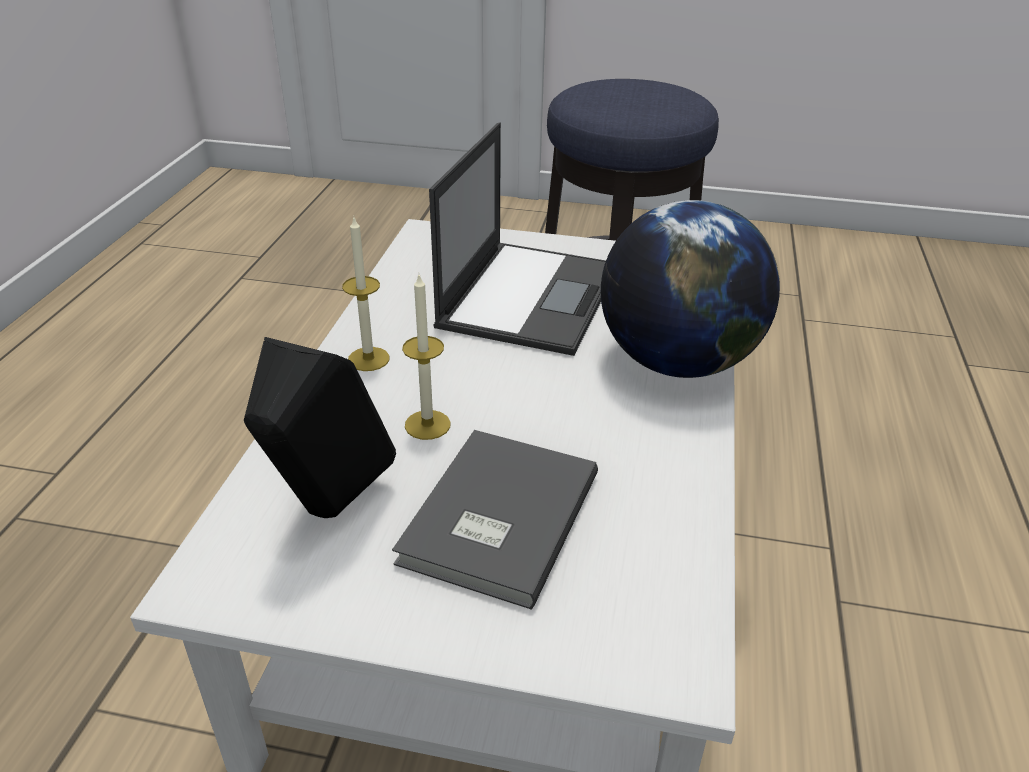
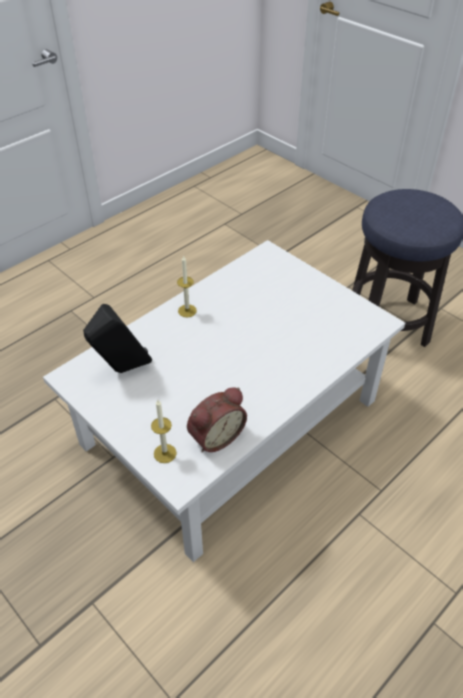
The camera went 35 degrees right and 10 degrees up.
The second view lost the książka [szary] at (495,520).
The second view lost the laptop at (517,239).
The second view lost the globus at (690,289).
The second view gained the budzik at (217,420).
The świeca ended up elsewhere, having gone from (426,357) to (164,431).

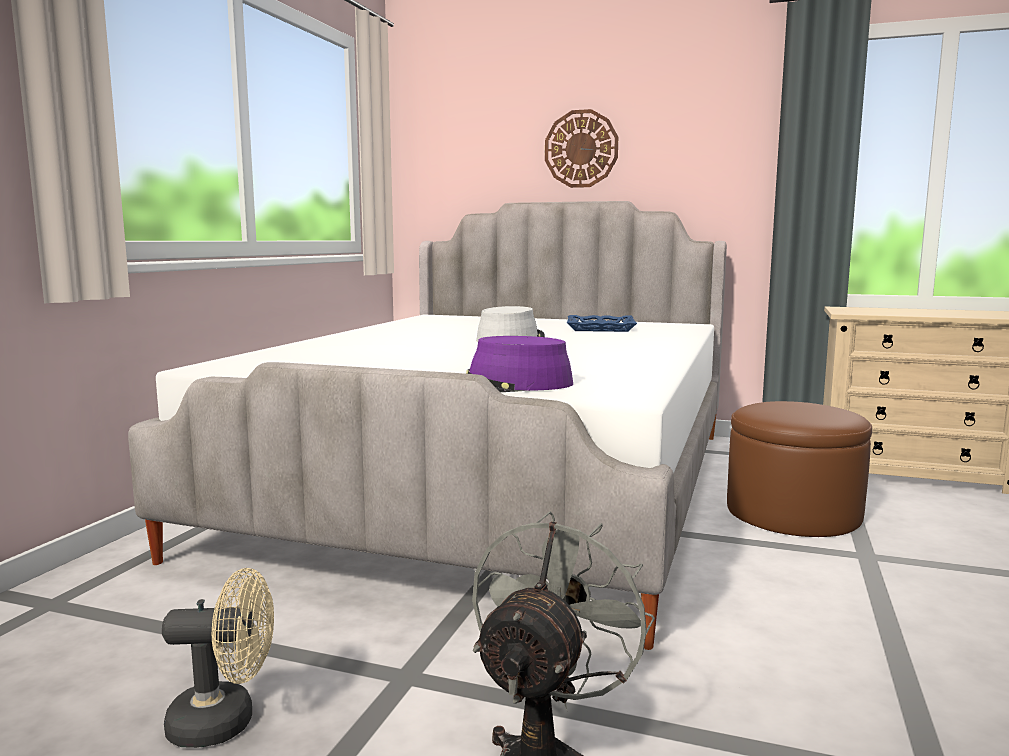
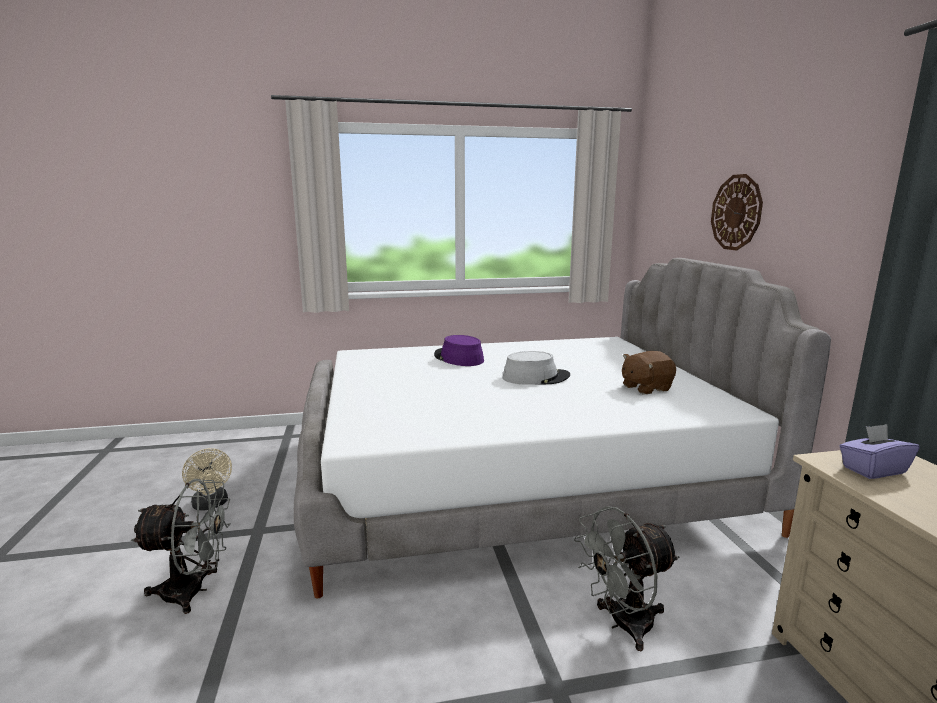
The camera went 60 degrees right and 5 degrees up.
The second view gained the pudełko chusteczek [fioletowy] at (879,451).
The kapelusz [fioletowy] ended up elsewhere, having gone from (519,364) to (459,350).
Where the taca [niebieski] stood at (602,323), the pluszak [brązowy] came to stand at (649,372).
Where the pufa [brązowy] stood at (799,469), the wentylator [szary] came to stand at (627,578).

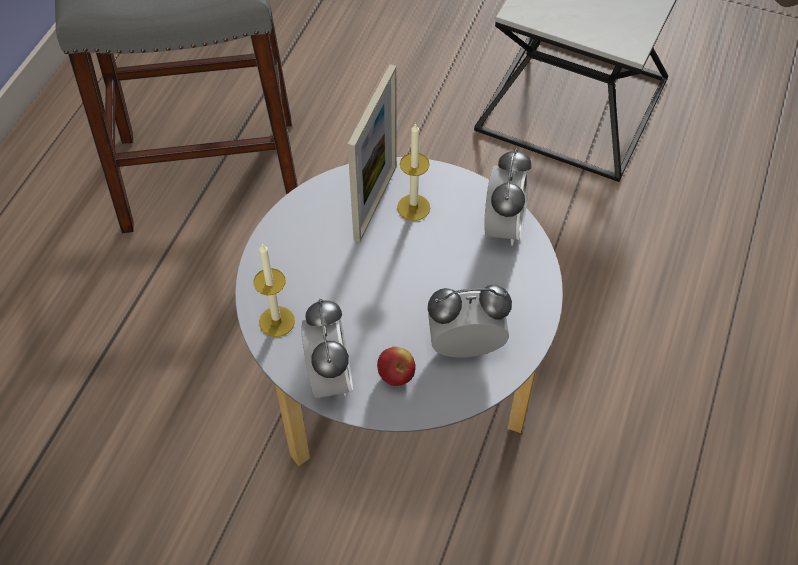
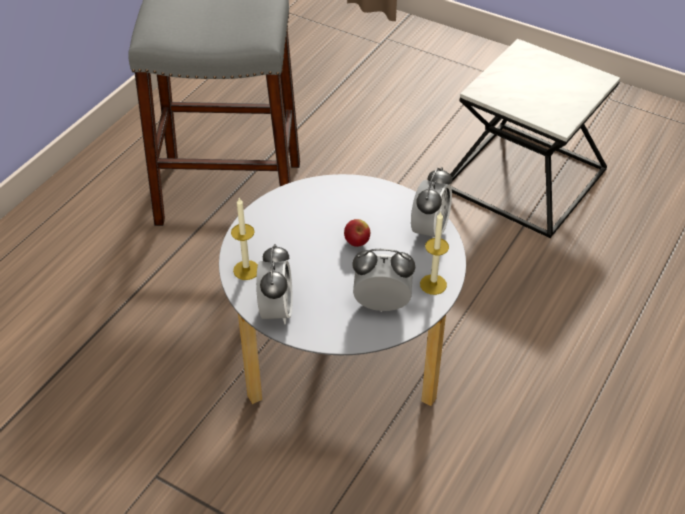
The camera went 10 degrees right and 10 degrees down.
The second view lost the ramka na zdjęcie at (372,153).
The jabłko ended up elsewhere, having gone from (396,366) to (357,233).
The świeca ended up elsewhere, having gone from (413,172) to (434,253).

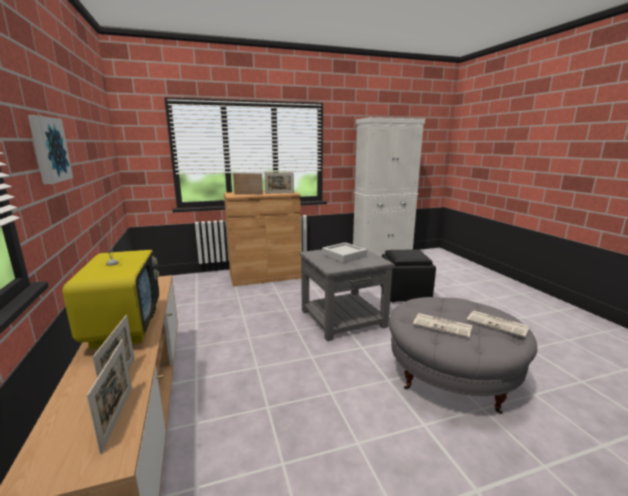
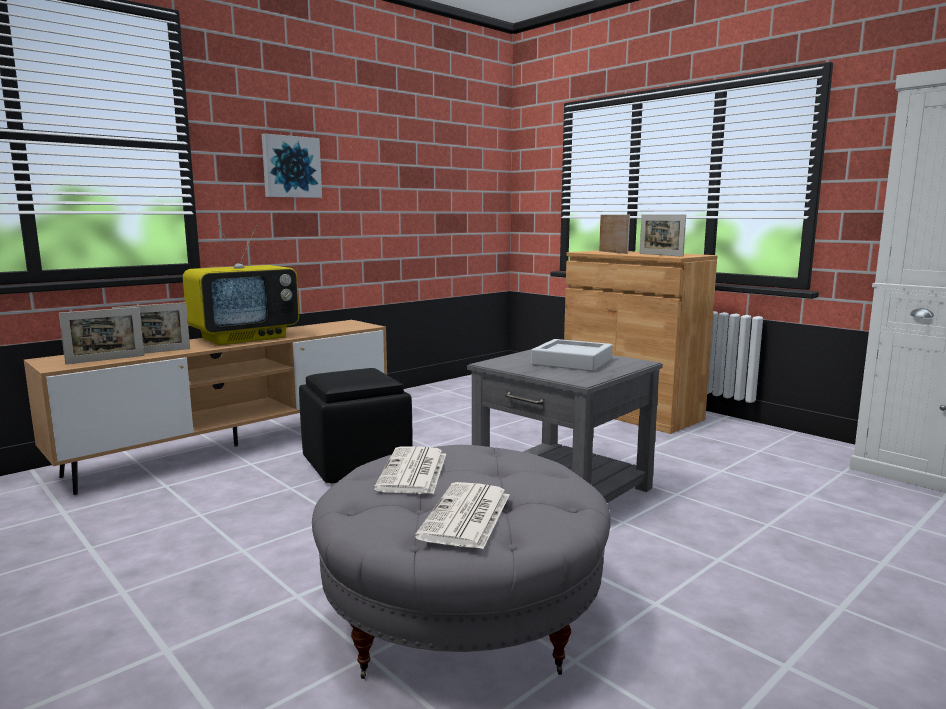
The camera went 65 degrees right and 5 degrees down.
The pufa [czarny] ended up elsewhere, having gone from (408,275) to (356,425).

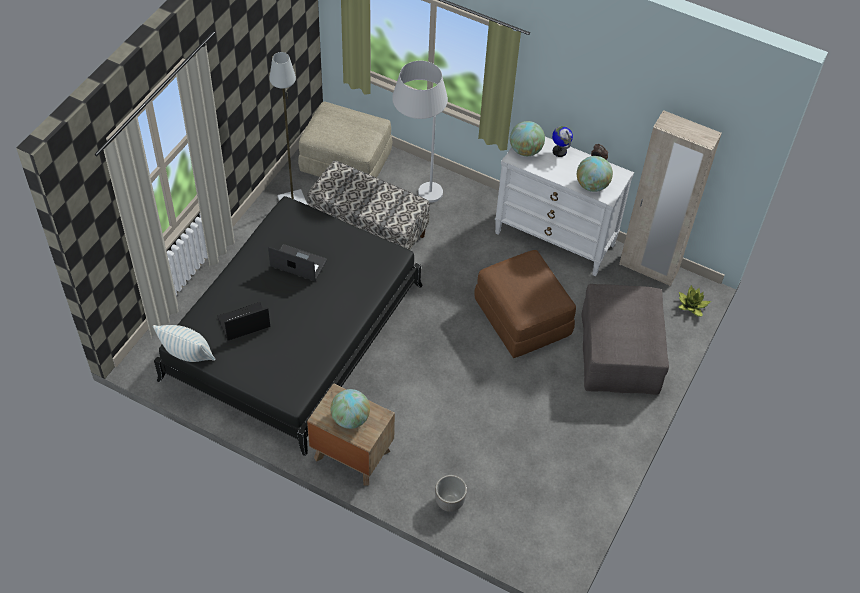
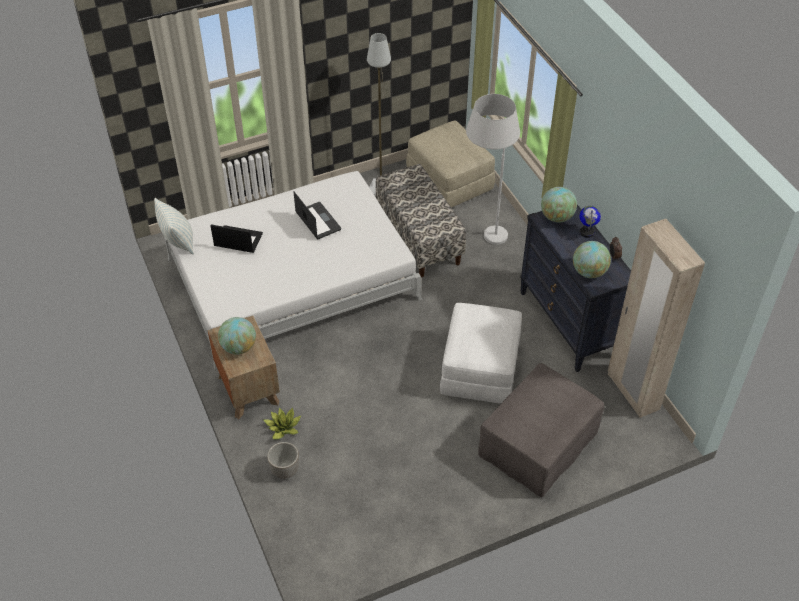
The camera went 40 degrees right and 5 degrees down.
The roślina doniczkowa ended up elsewhere, having gone from (694,301) to (282,424).
What was the łóżko [czarny] at (288,326) turned into the łóżko [biały] at (293,270).
What was the pufa [brązowy] at (525,304) turned into the pufa [biały] at (481,353).
What was the komoda [biały] at (564,207) turned into the komoda [czarny] at (575,288).

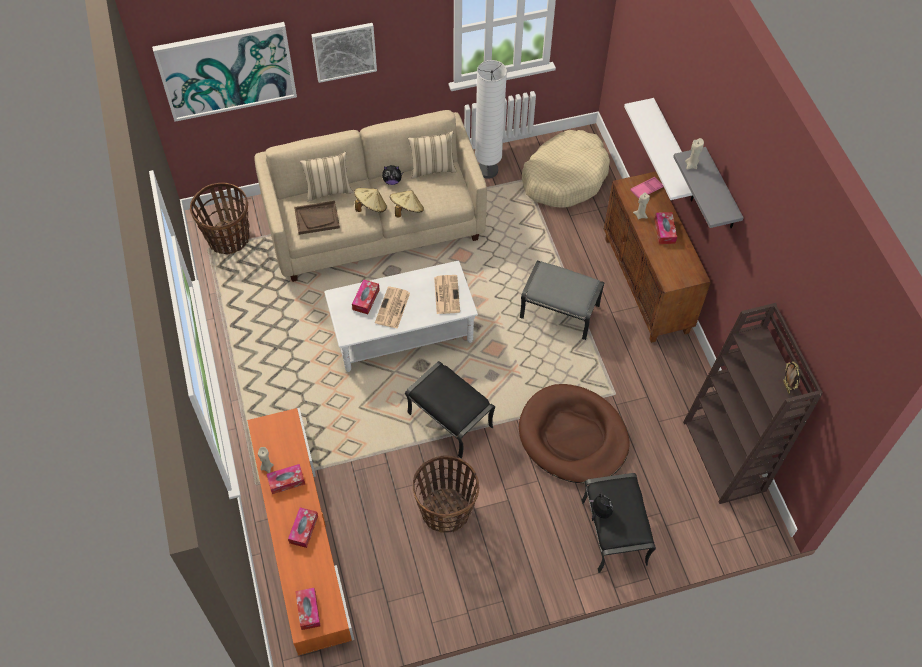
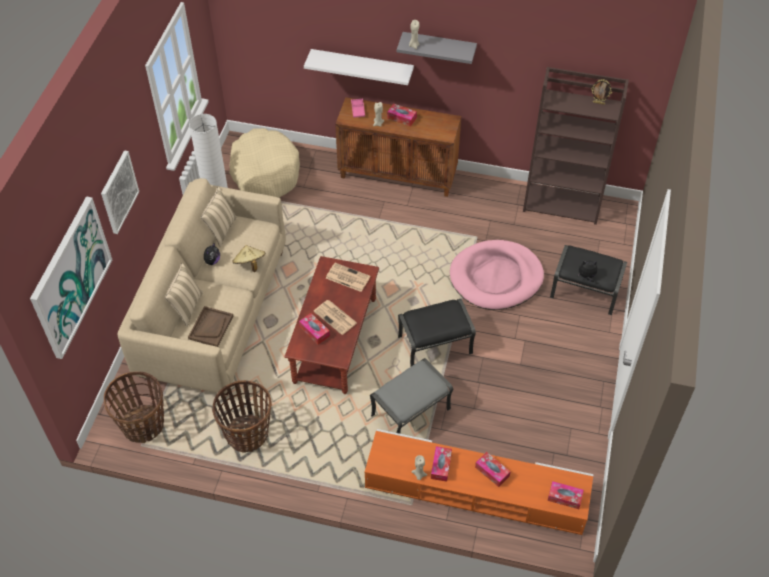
The camera went 60 degrees left and 5 degrees down.
The second view lost the kapelusz [beżowy] at (370,200).
The koszyk ended up elsewhere, having gone from (446,494) to (242,416).
The pufa [szary] ended up elsewhere, having gone from (562,300) to (411,396).
What was the ława [biały] at (401,316) turned into the ława [brązowy] at (331,325).
What was the legowisko [brązowy] at (574,433) turned into the legowisko [różowy] at (497,275).

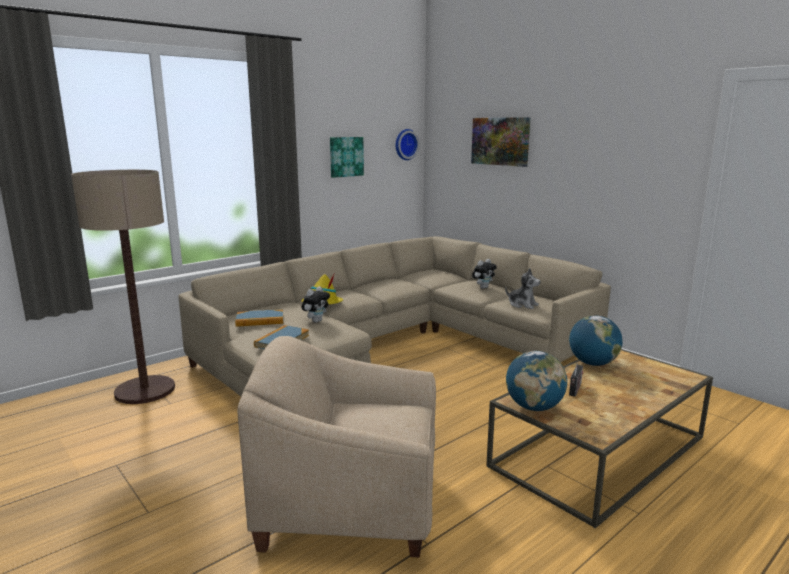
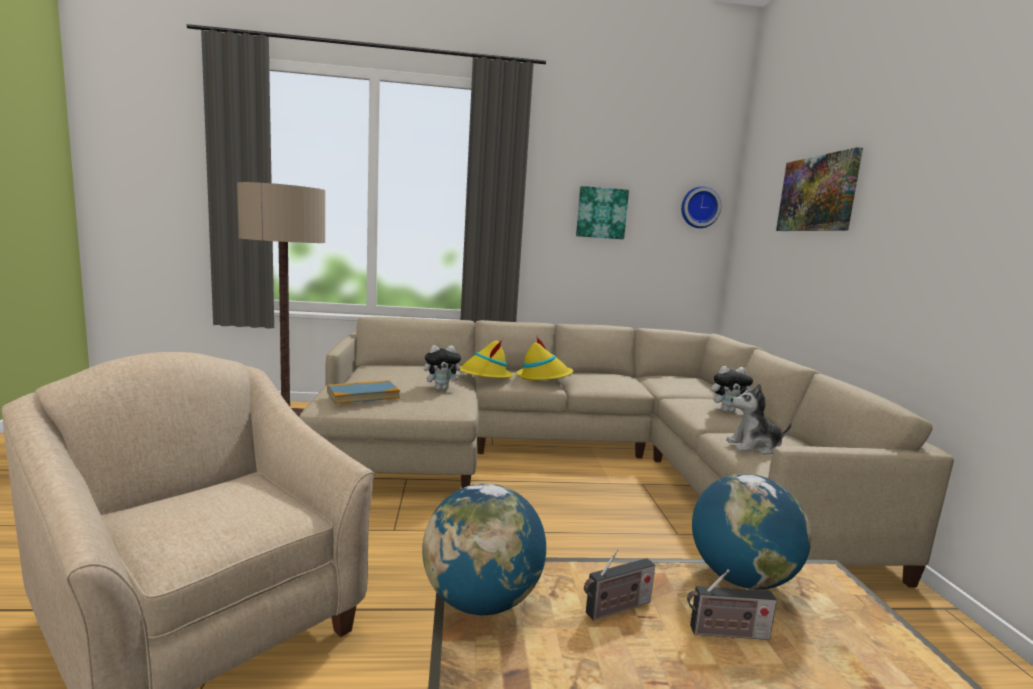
The camera went 35 degrees right and 5 degrees down.
The second view lost the książka at (259,318).
The second view gained the kapelusz [żółty] at (544,358).
The second view gained the radio at (732,604).
The pluszak at (523,288) ended up facing another way, 105 degrees clockwise from before.

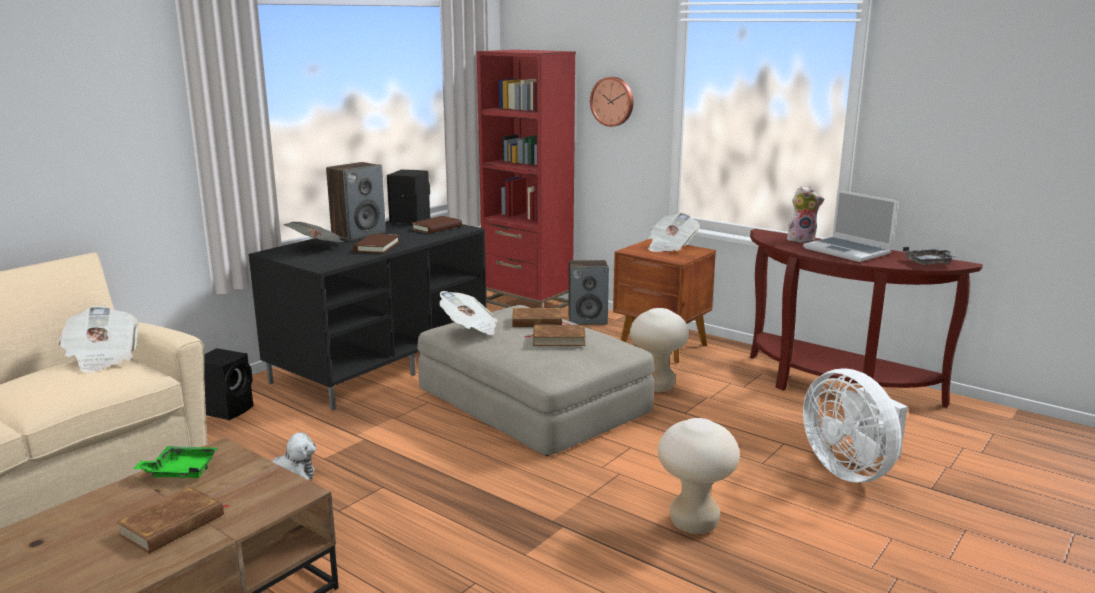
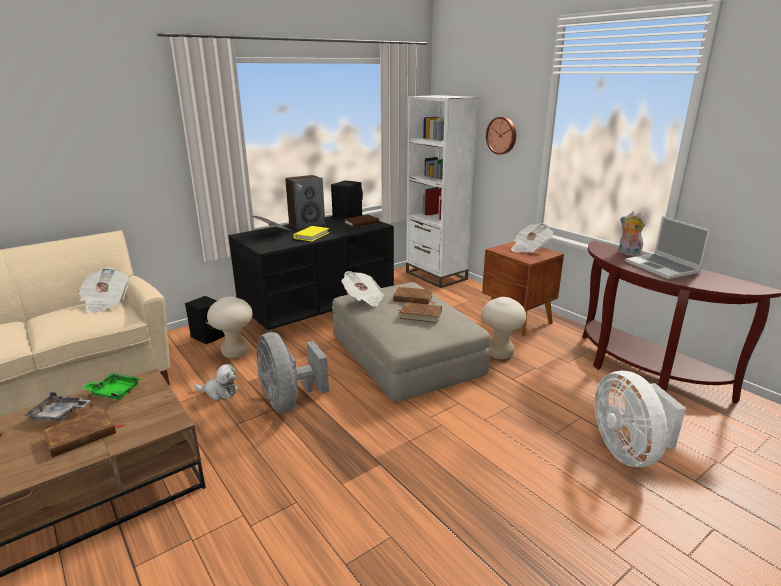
The camera went 15 degrees right and 5 degrees up.
The second view lost the głośnik at (588,292).
The second view gained the wentylator [szary] at (292,372).
The stołek [beżowy] ended up elsewhere, having gone from (699,476) to (230,327).
The taca [szary] ended up elsewhere, having gone from (930,256) to (57,407).
What was the książka [brązowy] at (376,244) turned into the książka [żółty] at (311,233).
What was the regał [czerwony] at (526,179) turned into the regał [biały] at (442,191).
The pluszak at (805,214) ended up facing another way, 150 degrees counterclockwise from before.

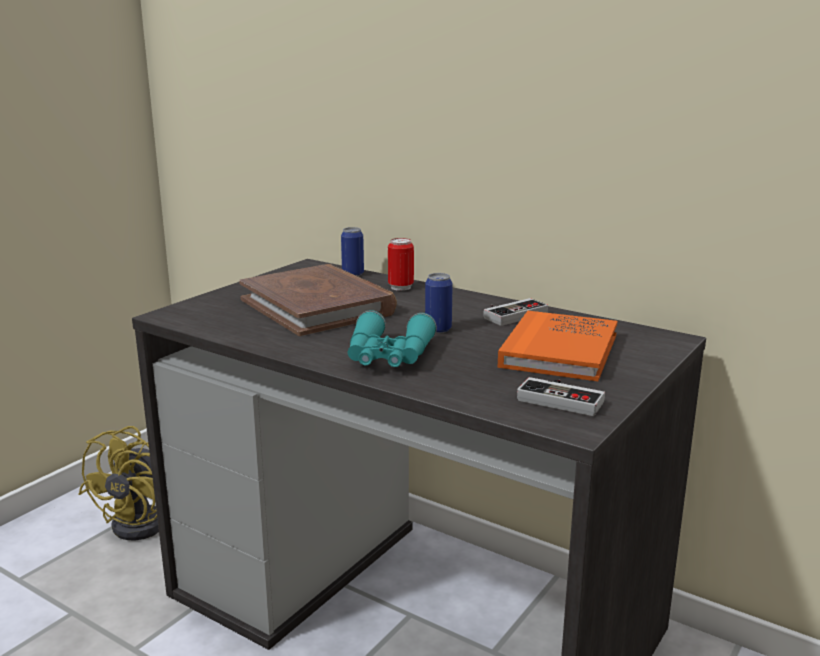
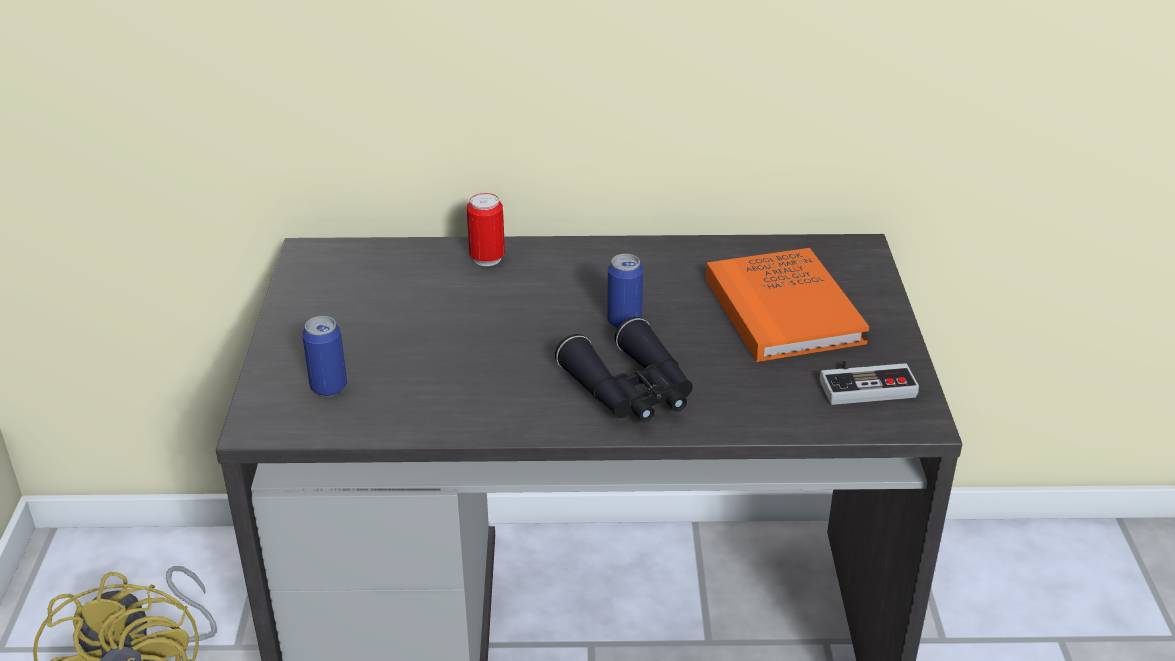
The camera went 35 degrees left and 15 degrees up.
The second view lost the książka [brązowy] at (318,300).
The second view lost the pad do gier at (516,312).
The puszka ended up elsewhere, having gone from (352,251) to (324,356).
What was the lornetka [turkusowy] at (392,338) turned into the lornetka [czarny] at (624,369).

